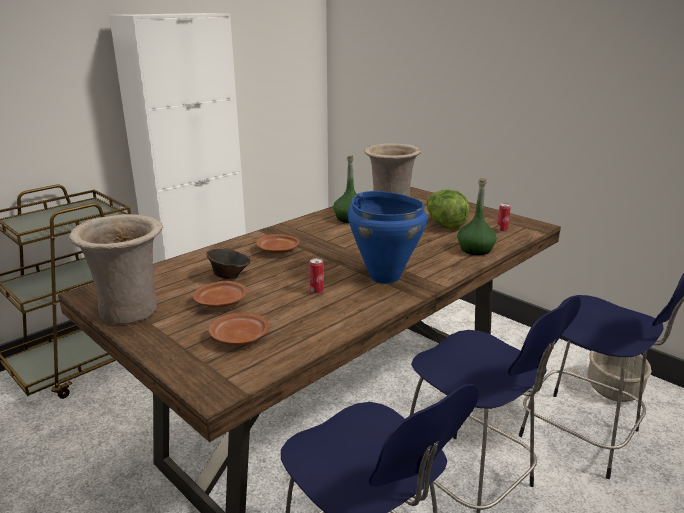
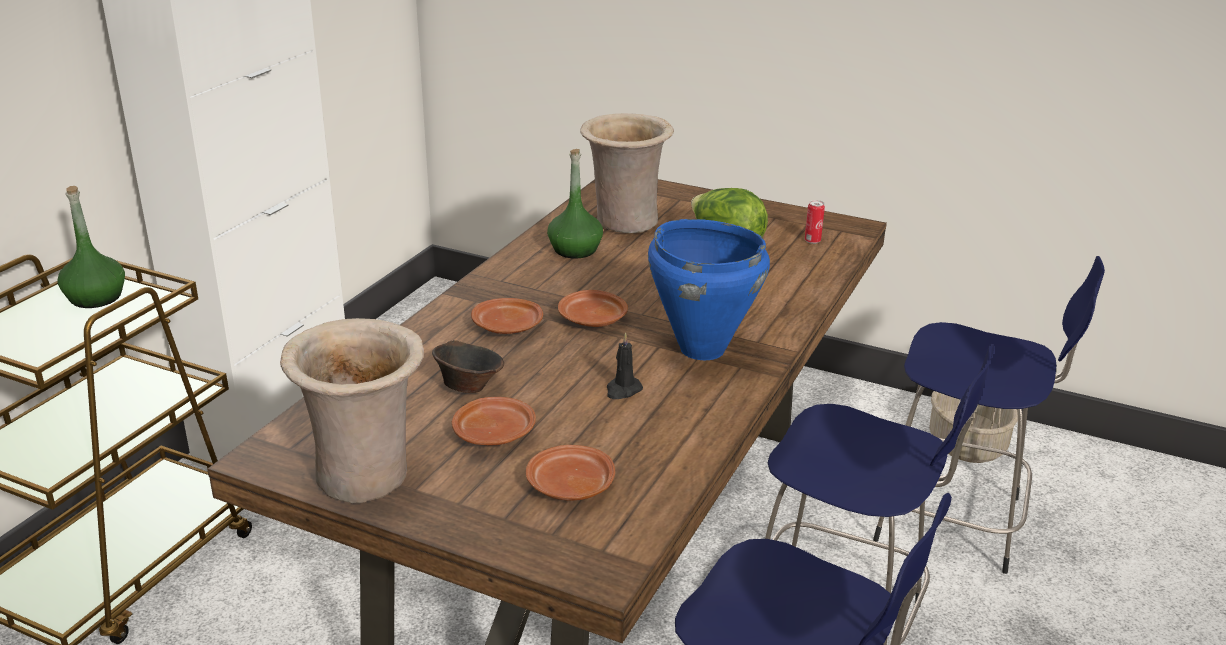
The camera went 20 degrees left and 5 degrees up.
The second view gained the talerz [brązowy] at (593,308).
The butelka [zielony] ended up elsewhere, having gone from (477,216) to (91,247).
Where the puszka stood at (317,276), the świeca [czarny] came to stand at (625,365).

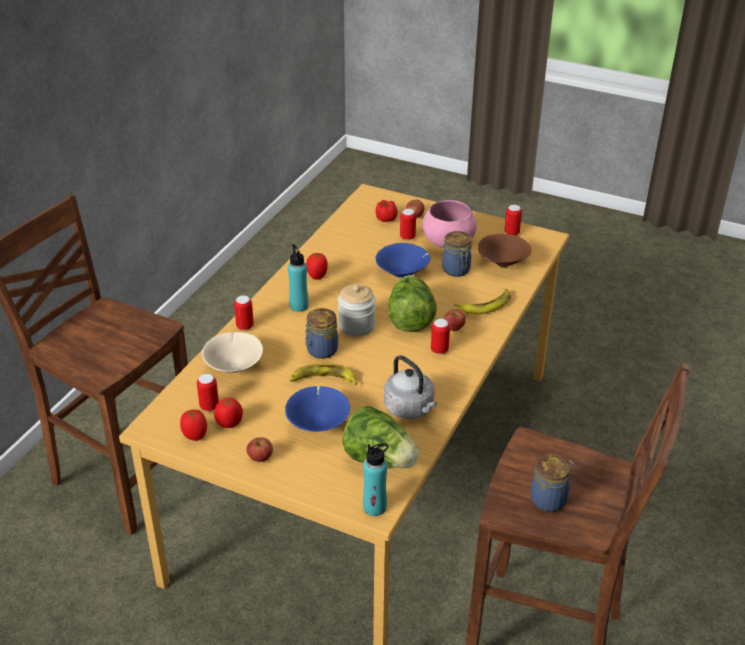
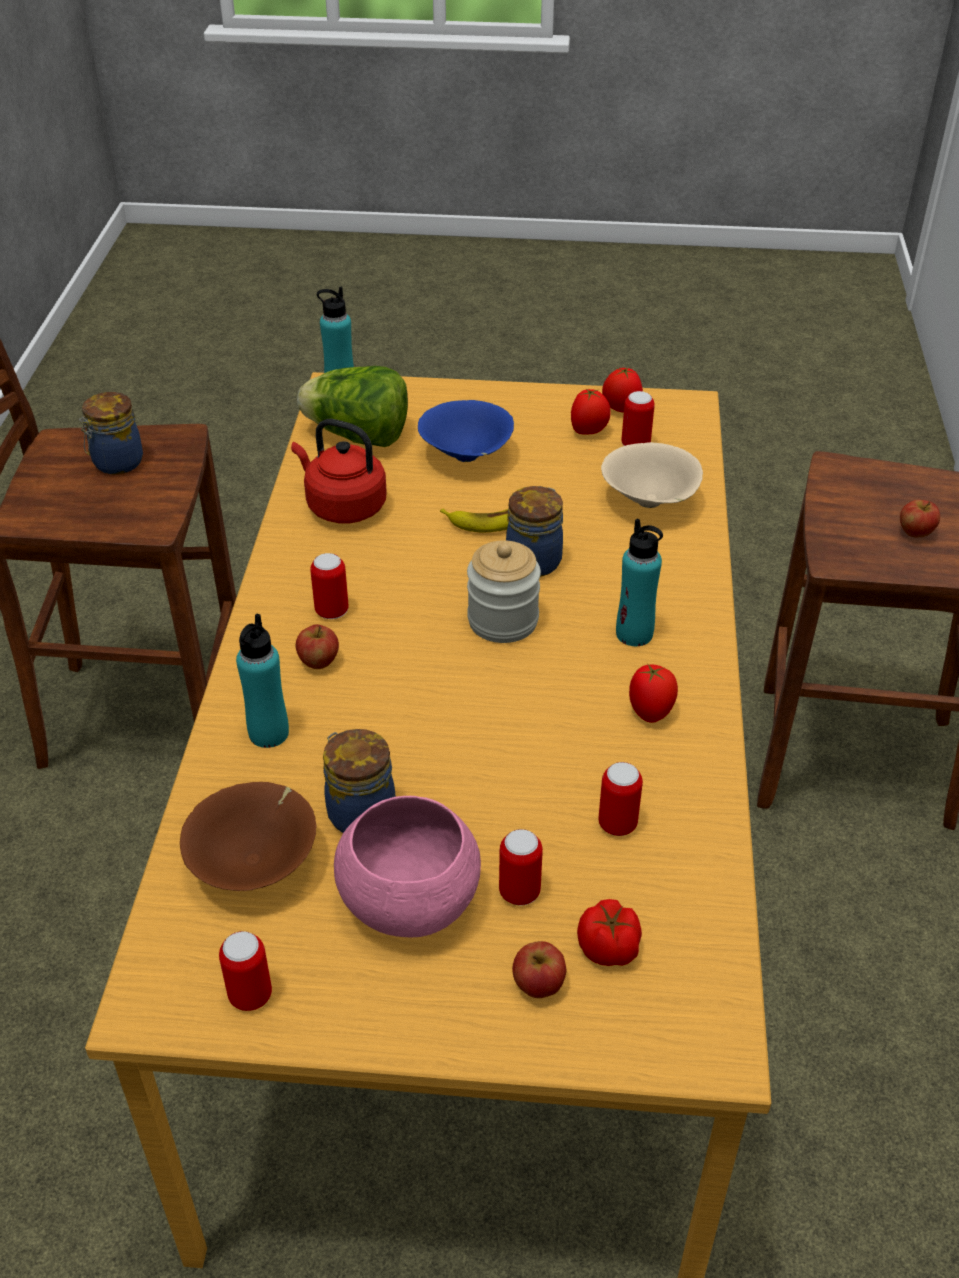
The camera went 160 degrees right and 5 degrees up.
The second view lost the miska [niebieski] at (402,260).
The second view lost the sałata at (413,303).
The puszka ended up elsewhere, having gone from (244,312) to (620,799).
The jabłko ended up elsewhere, having gone from (259,450) to (920,519).
Where the banan stood at (482,301), the butelka [turkusowy] came to stand at (262,681).
What was the czajnik [szary] at (410,387) turned into the czajnik [czerwony] at (339,471).

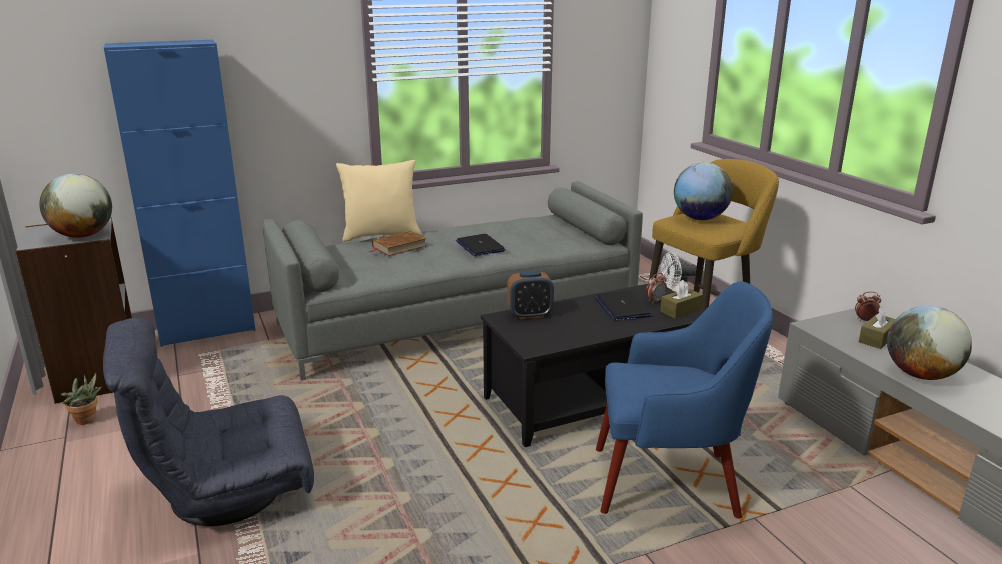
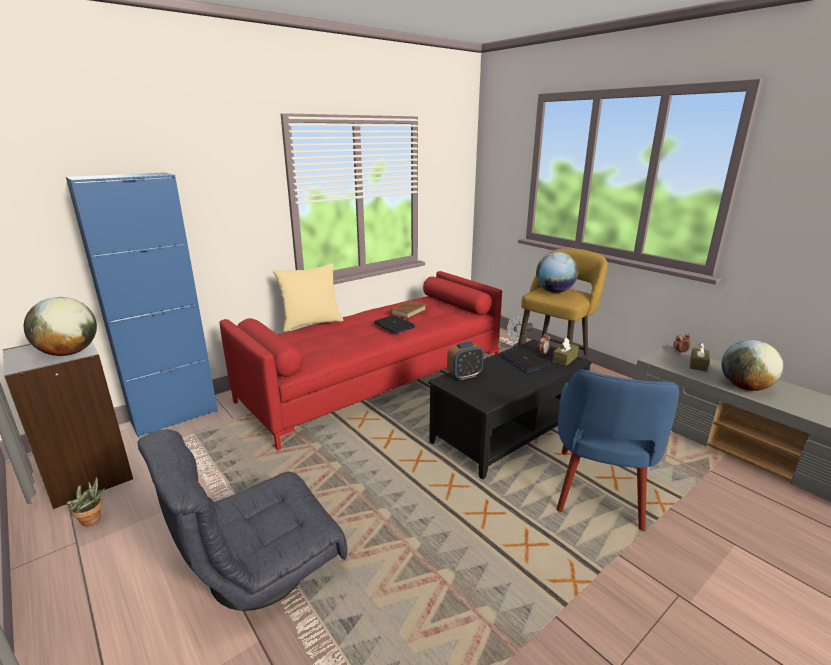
The camera went 15 degrees left and 0 degrees up.
The książka [brązowy] ended up elsewhere, having gone from (398,243) to (409,309).
What was the kanapa [szary] at (453,281) turned into the kanapa [czerwony] at (361,361).
The fotel [niebieski] at (684,400) ended up facing another way, 120 degrees clockwise from before.

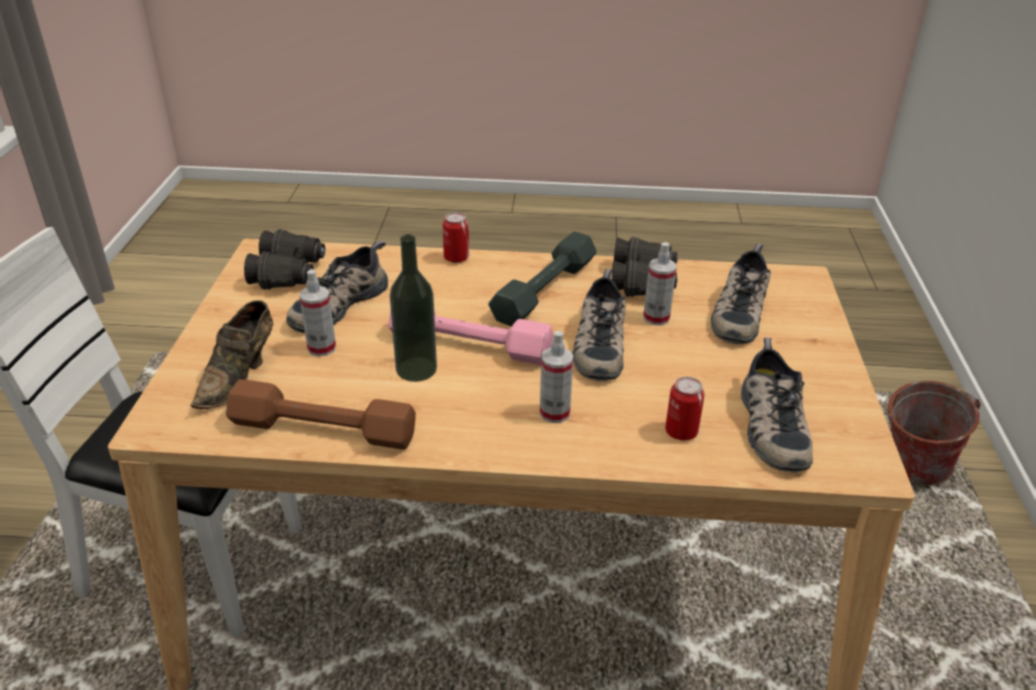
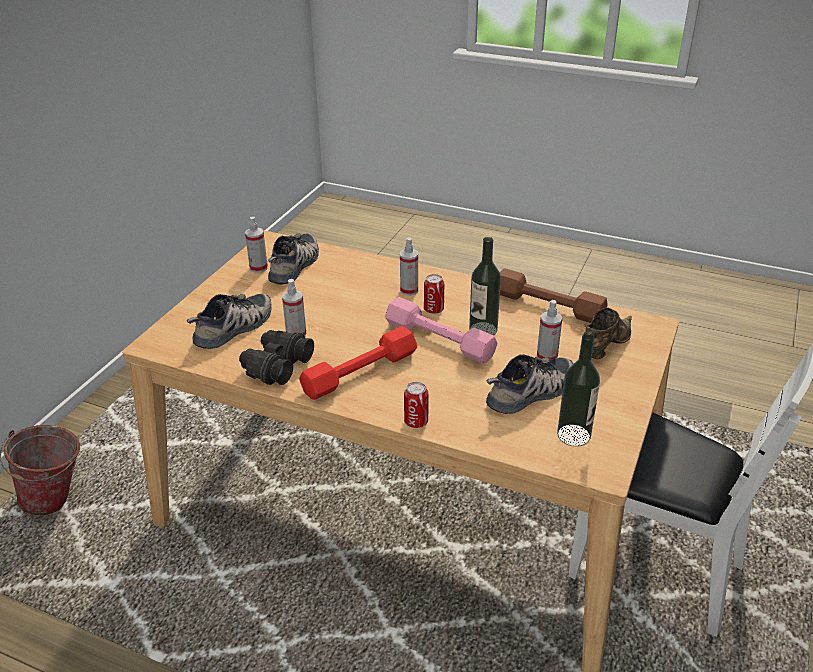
The camera went 160 degrees left and 0 degrees up.
The second view lost the but at (599,325).
The second view gained the spryskiwacz at (256,245).
The puszka ended up elsewhere, having gone from (684,408) to (434,294).
Where the lornetka [czarny] stood at (284,259), the butelka came to stand at (578,390).
What was the hantel [szary] at (542,279) turned into the hantel [czerwony] at (358,363).

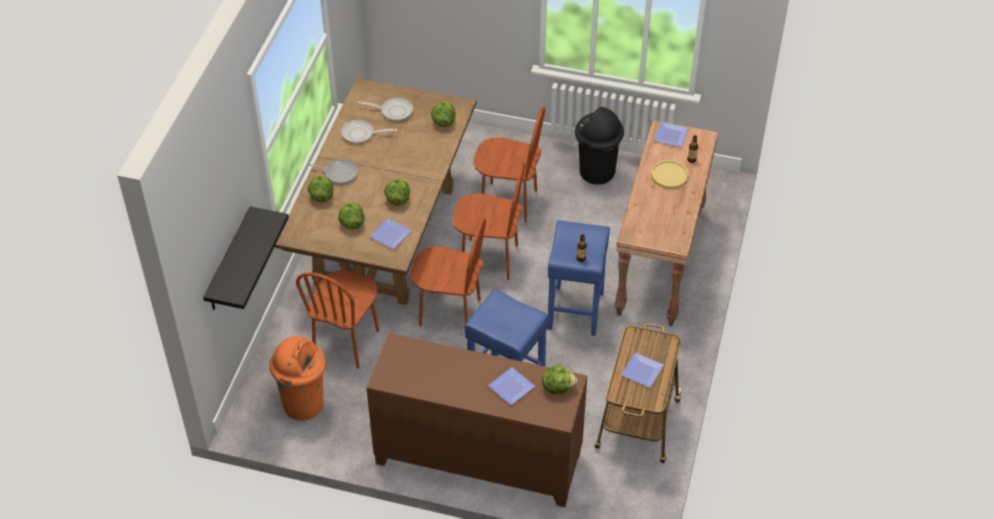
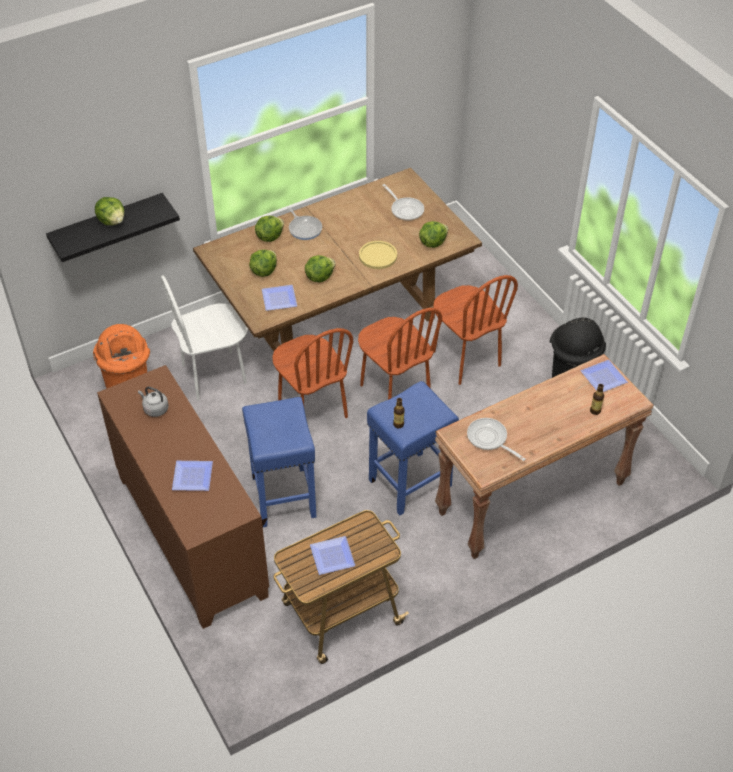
The camera went 45 degrees right and 0 degrees up.
The second view gained the czajnik [szary] at (153,402).
The patelnia ended up elsewhere, having gone from (369,131) to (496,439).
The sałata ended up elsewhere, having gone from (560,380) to (109,211).
The talerz [żółty] ended up elsewhere, having gone from (670,174) to (378,255).
What was the krzesło [brązowy] at (337,319) turned into the krzesło [biały] at (204,337).

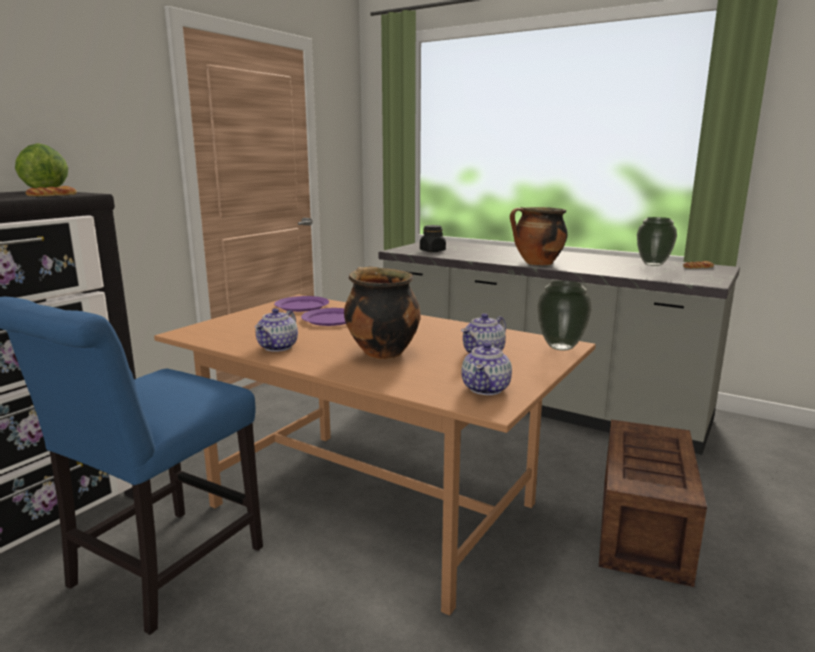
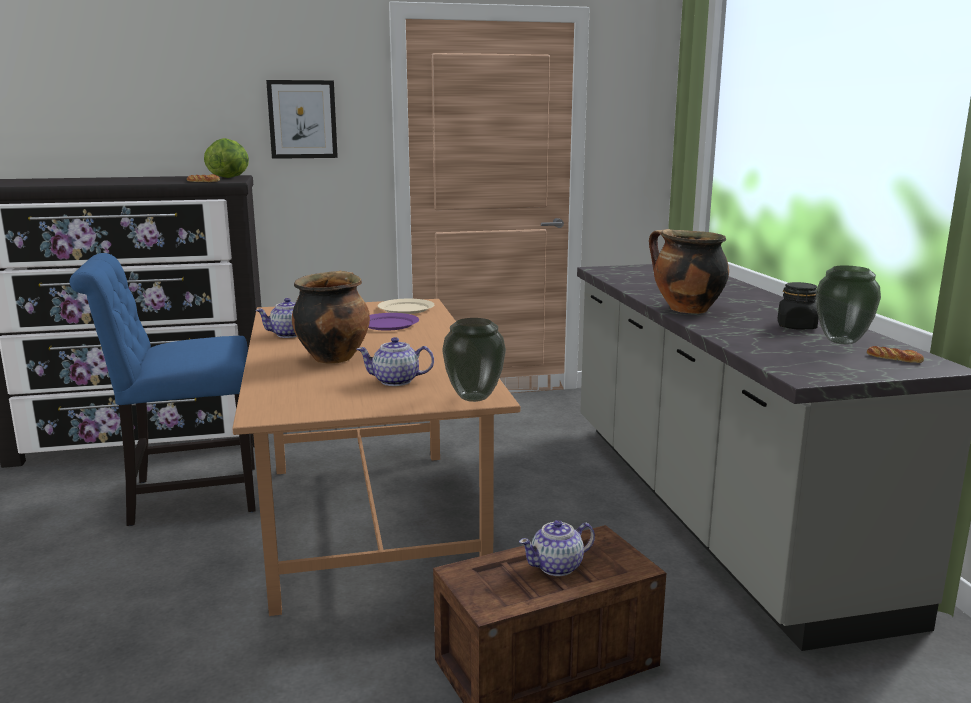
The camera went 45 degrees right and 0 degrees up.
The second view gained the obraz at (302,119).
The słoik [czarny] ended up elsewhere, having gone from (433,238) to (798,306).
The imbryk ended up elsewhere, having gone from (486,368) to (557,548).
What was the talerz [fioletowy] at (301,304) turned into the talerz [beżowy] at (406,306).

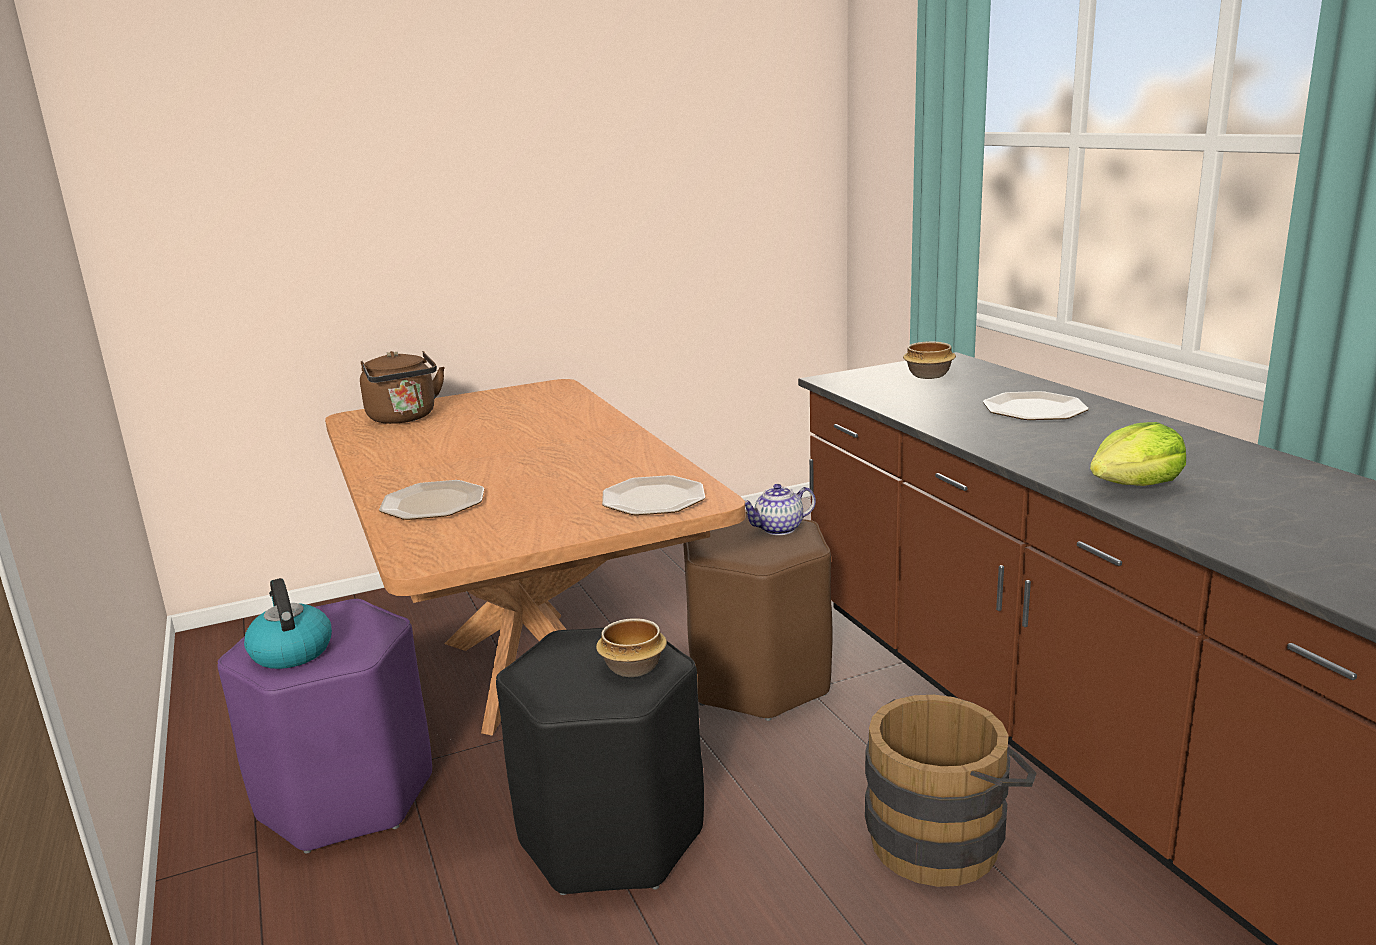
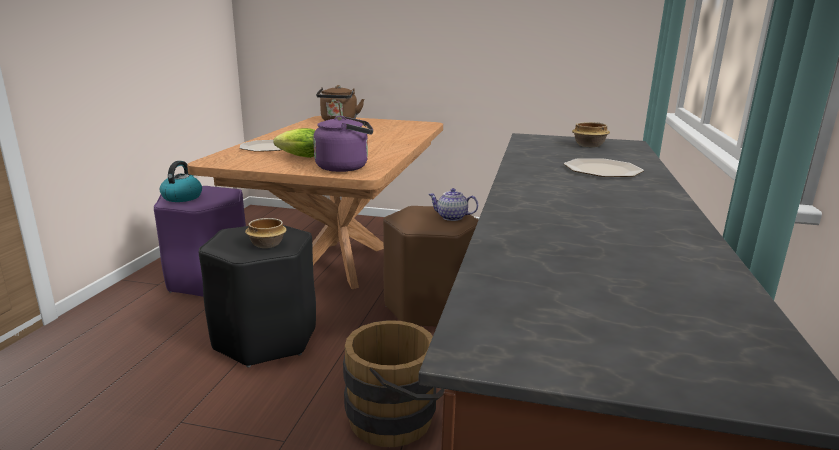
The camera went 35 degrees right and 0 degrees up.
The sałata ended up elsewhere, having gone from (1138,454) to (294,143).
Where the talerz stood at (653,495), the czajnik [fioletowy] came to stand at (343,143).

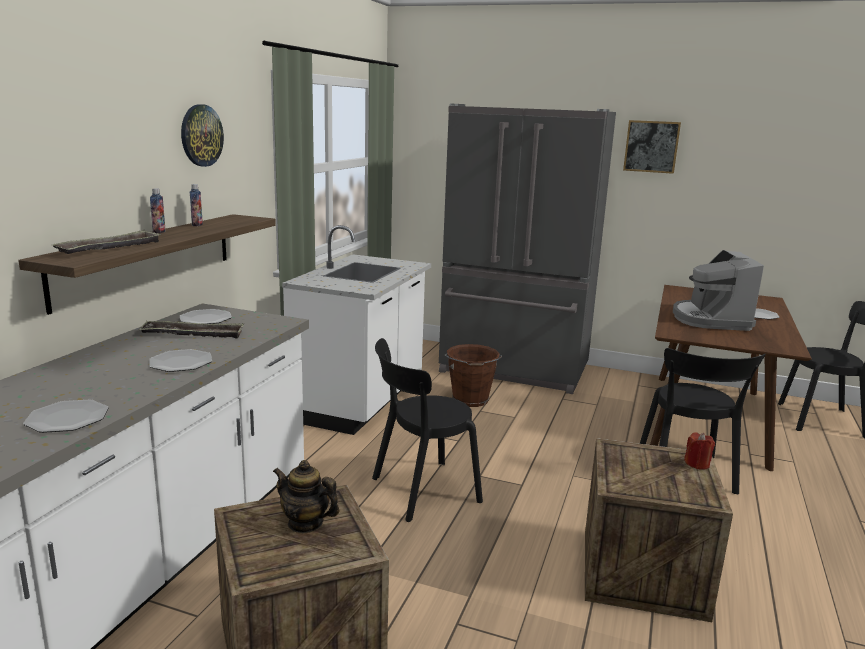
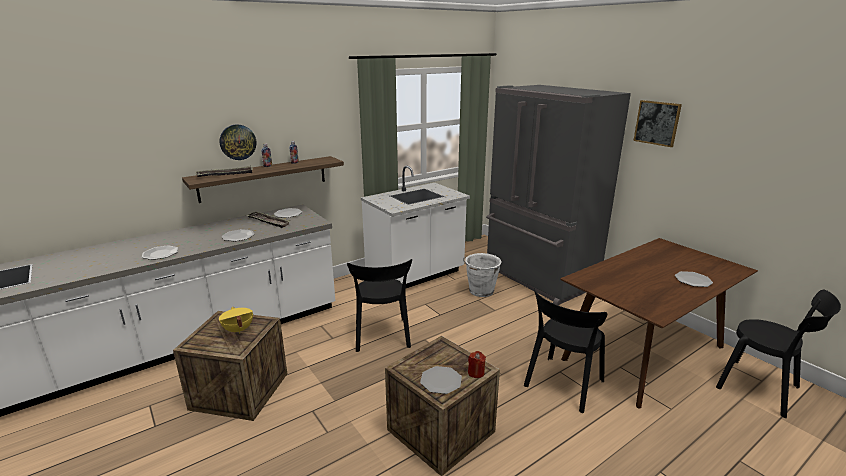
The camera went 35 degrees right and 5 degrees up.
The second view lost the ekspres do kawy at (718,290).
The second view gained the talerz at (441,380).
The zegar ścienny ended up elsewhere, having gone from (202,135) to (238,142).
Where the imbryk stood at (306,496), the garnek [żółty] came to stand at (236,320).
What was the wiadro [brązowy] at (473,375) turned into the wiadro [biały] at (482,275).
The krzesło [czarny] at (427,430) ended up facing another way, 105 degrees counterclockwise from before.

